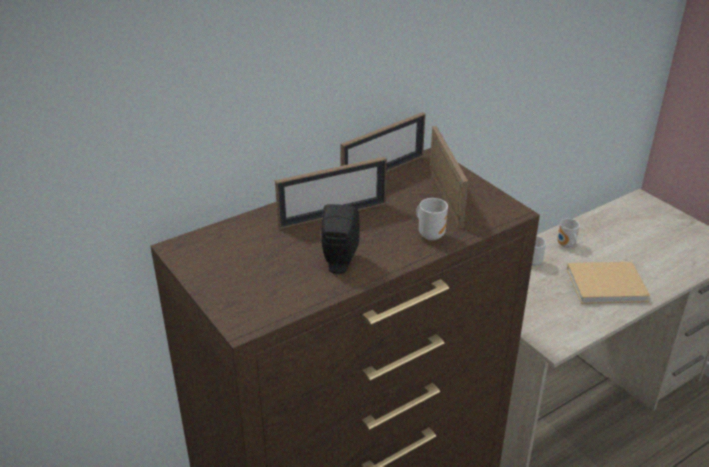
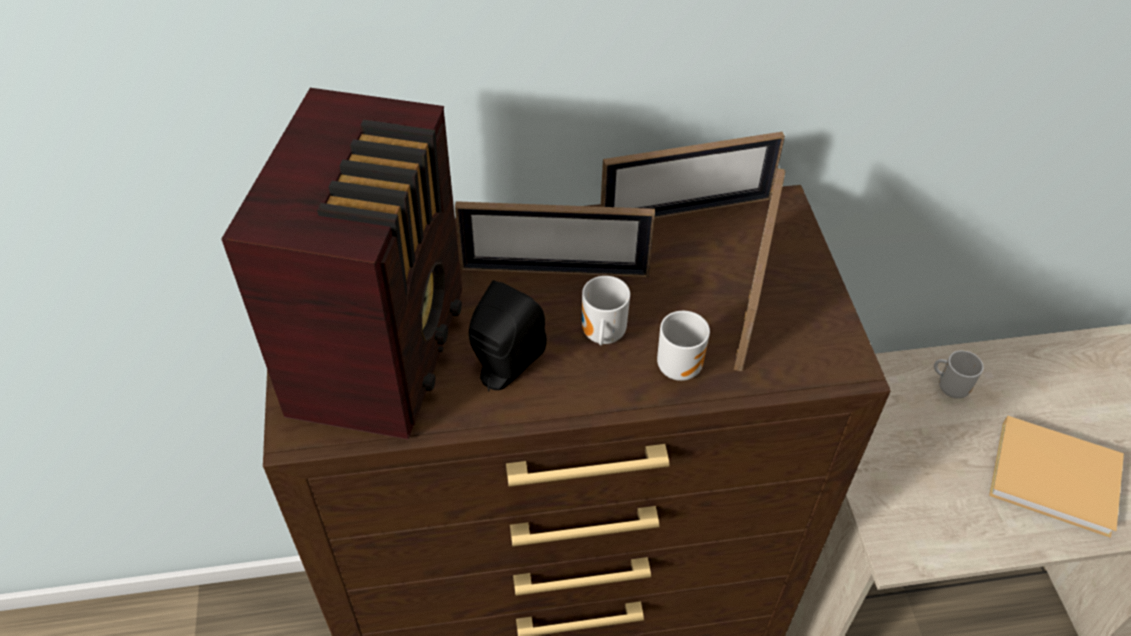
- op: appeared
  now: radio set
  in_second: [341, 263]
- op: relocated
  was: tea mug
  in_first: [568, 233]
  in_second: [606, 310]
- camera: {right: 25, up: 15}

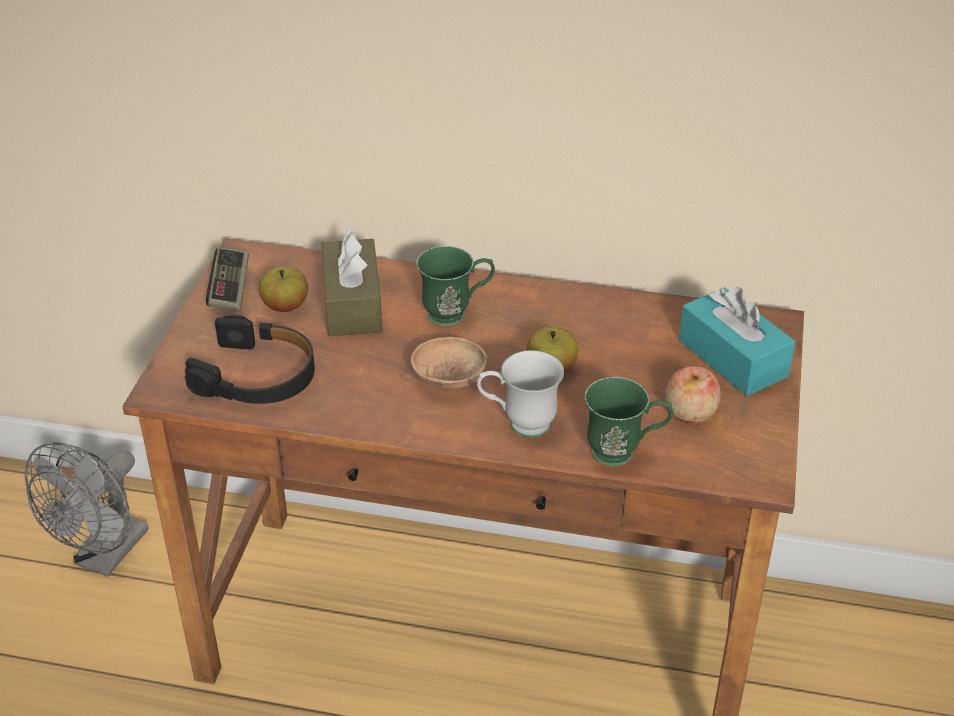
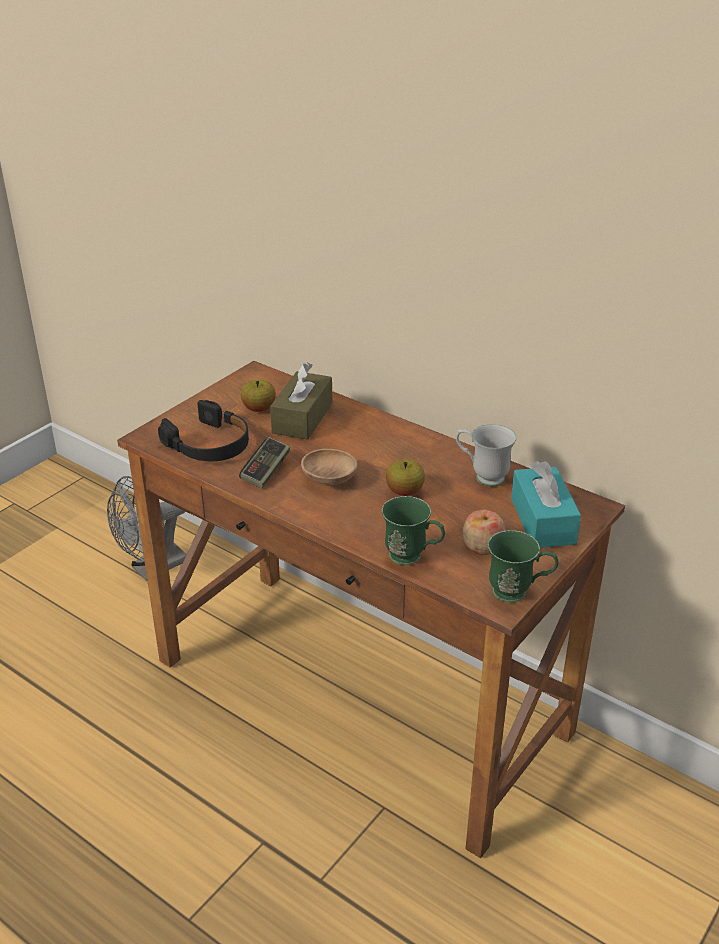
- op: relocated
  was: joypad
  in_first: [227, 279]
  in_second: [264, 463]
- op: relocated
  was: whitish tea mug
  in_first: [520, 394]
  in_second: [486, 455]
- op: relocated
  was: green-coloured tea mug
  in_first: [456, 286]
  in_second: [523, 566]
- camera: {right: 25, up: -5}

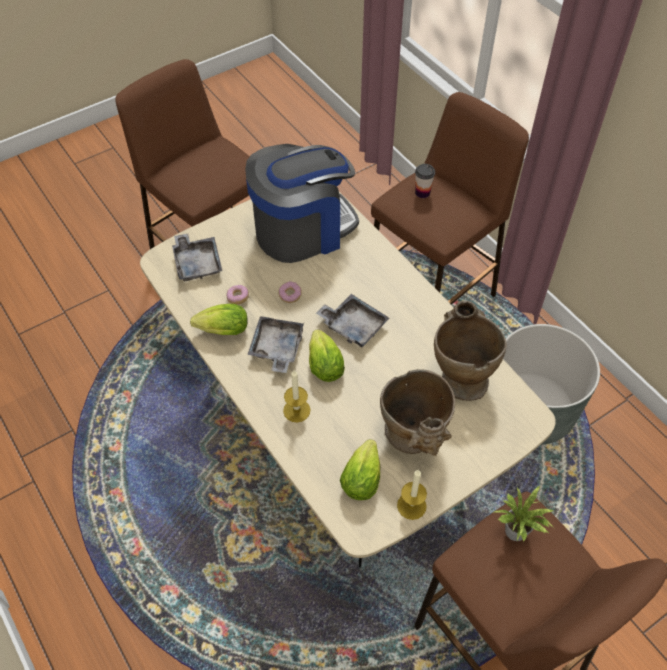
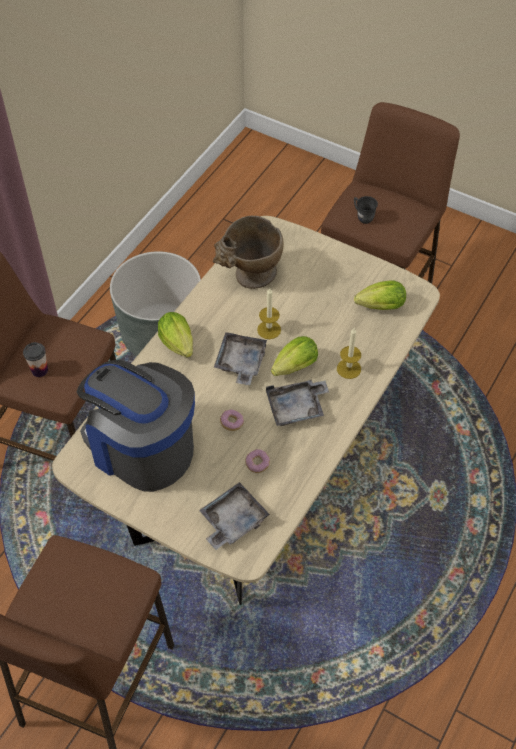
- op: relocated
  was: lettuce head
  in_first: [219, 319]
  in_second: [175, 335]
- op: relocated
  was: wax candle
  in_first: [412, 495]
  in_second: [269, 313]
- op: exchanged
  was: potted plant
  now: gray tea mug
  in_first: [523, 514]
  in_second: [366, 210]
- op: missing
  was: beige-coloured vase
  in_first: [417, 412]
- camera: {right: -115, up: 0}

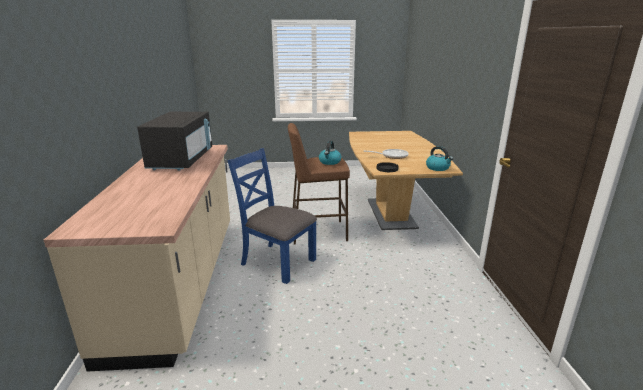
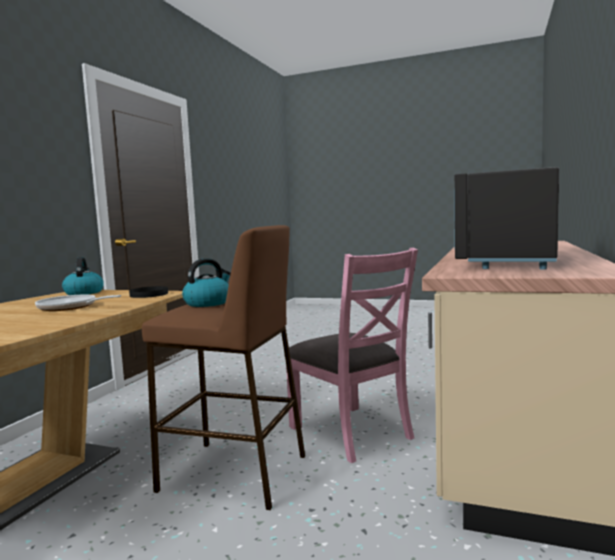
- op: colour
  was: blue-coloured upright chair
  now: pink-coloured upright chair
  in_first: [272, 216]
  in_second: [351, 355]
- camera: {right: -155, up: -15}

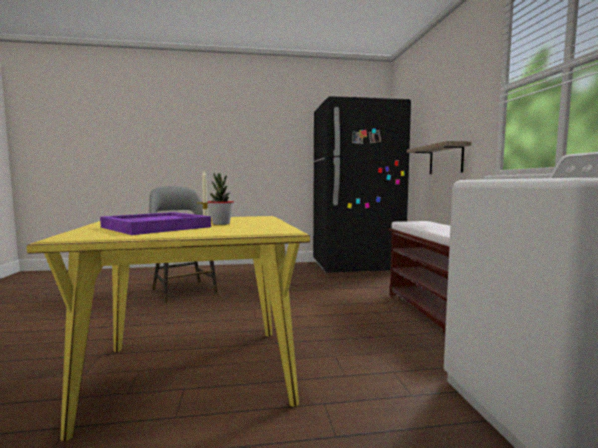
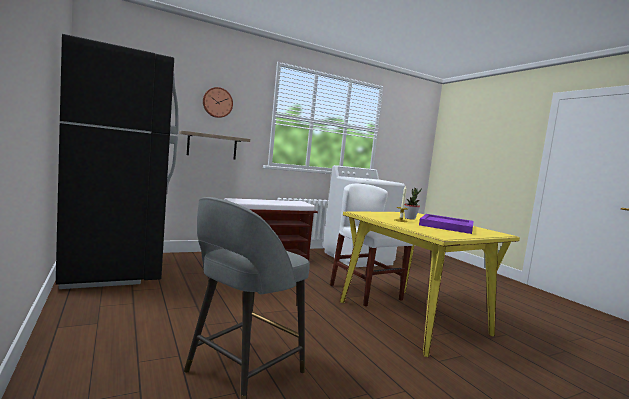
- op: appeared
  now: hanging clock
  in_second: [218, 102]
- op: appeared
  now: whitish upright chair
  in_second: [371, 245]
- camera: {right: -110, up: 0}

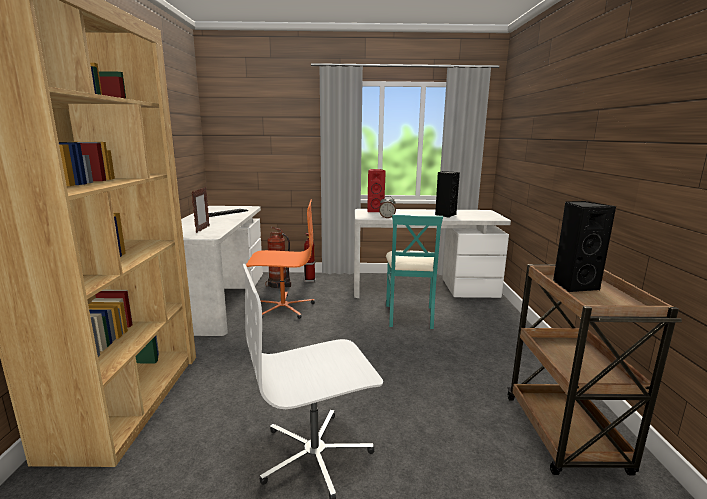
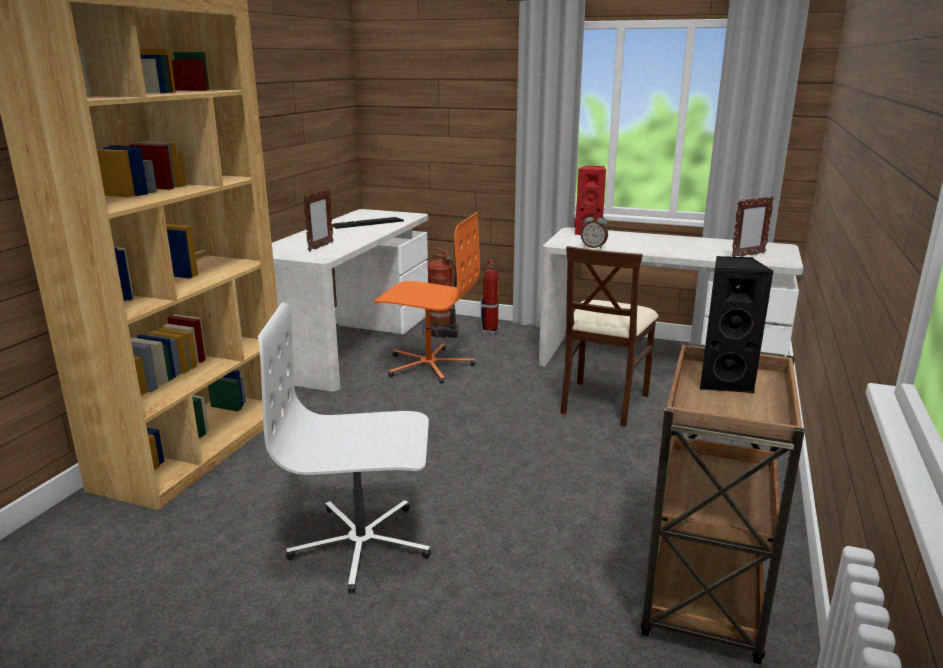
- op: colour
  was: turquoise upright chair
  now: beige-coloured upright chair
  in_first: [414, 272]
  in_second: [609, 336]
- op: appeared
  now: standing frame
  in_second: [752, 226]
- op: missing
  was: black audio speaker
  in_first: [447, 194]
- camera: {right: 20, up: 5}

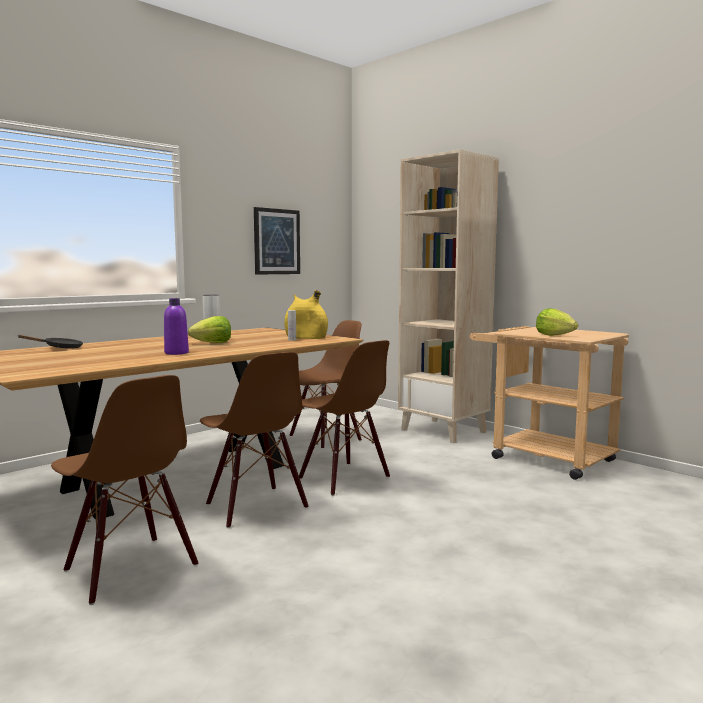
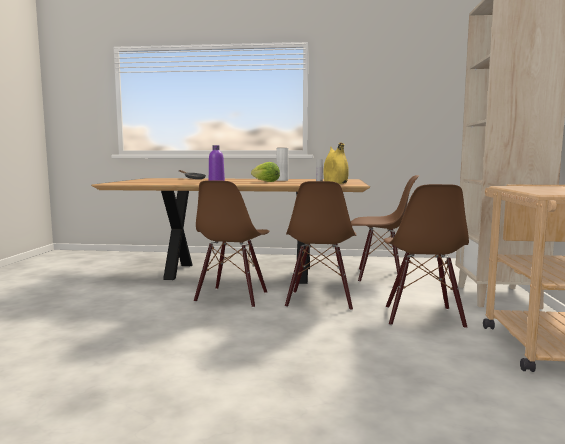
- op: relocated
  was: brownish upright chair
  in_first: [125, 490]
  in_second: [426, 256]
- op: missing
  was: wall art
  in_first: [277, 241]
- op: missing
  was: lettuce head
  in_first: [557, 322]
- camera: {right: 50, up: 0}

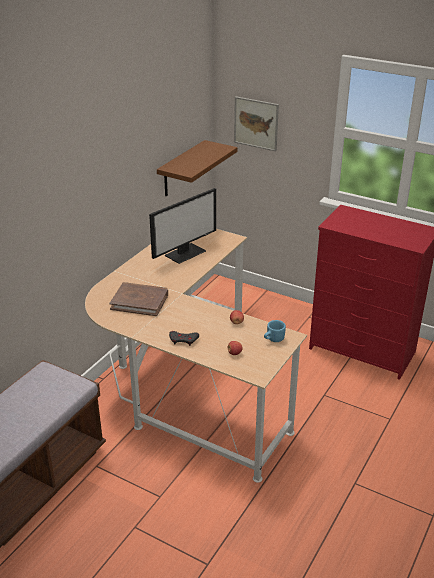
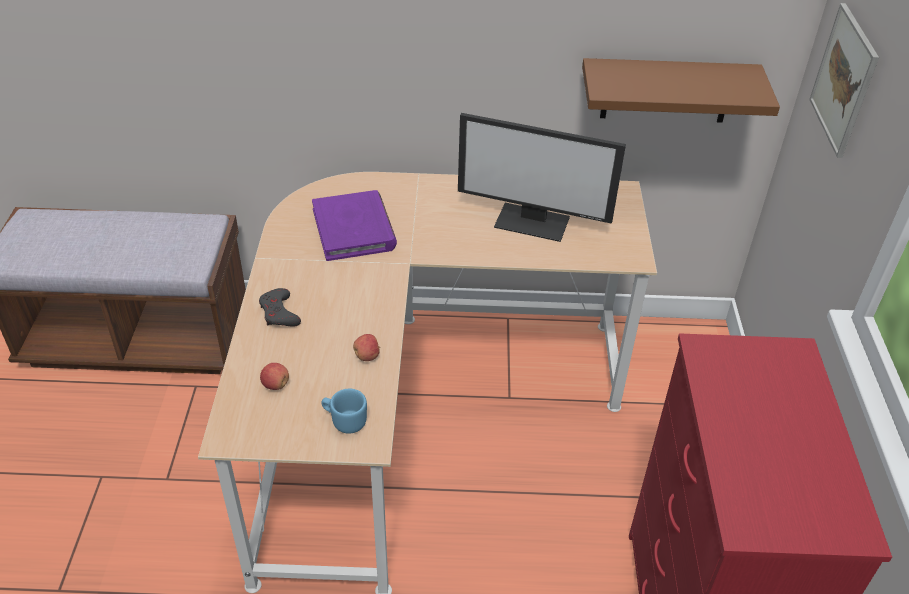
- op: colour
  was: brownish bound book
  now: purple-coloured bound book
  in_first: [139, 299]
  in_second: [354, 225]
- camera: {right: 60, up: 10}

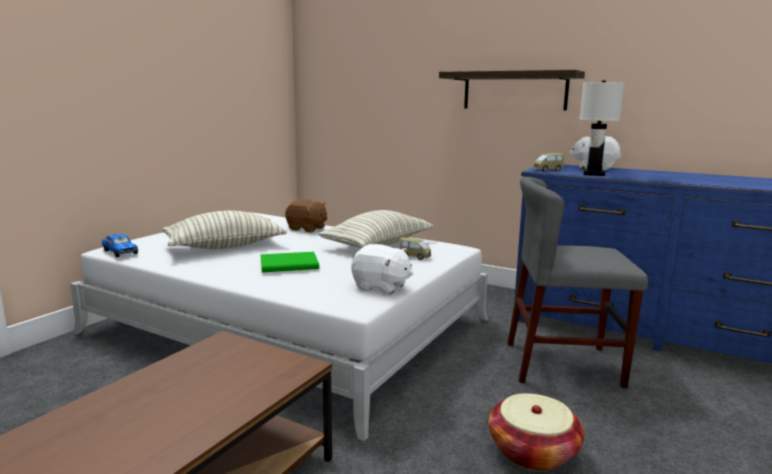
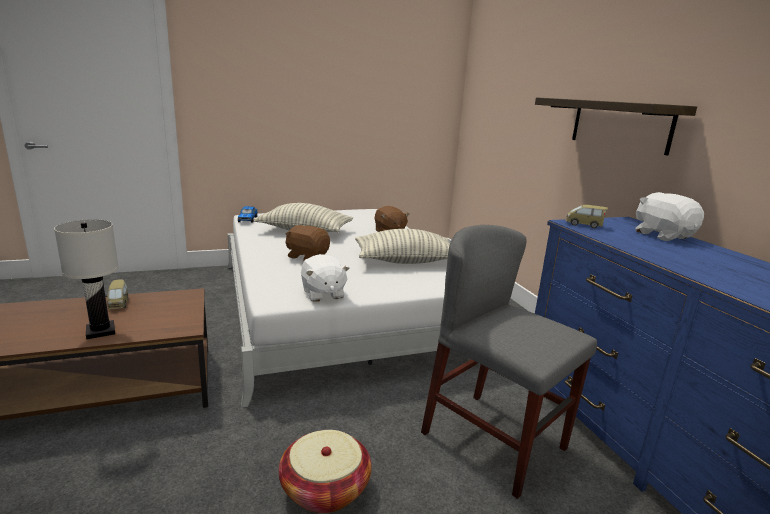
- op: relocated
  was: whitish table lamp
  in_first: [602, 128]
  in_second: [86, 279]
- op: relocated
  was: model car
  in_first: [415, 248]
  in_second: [116, 294]
- op: exchanged
  was: green-coloured bound book
  now: brownish cuddly toy
  in_first: [289, 262]
  in_second: [307, 242]
- camera: {right: 40, up: 5}

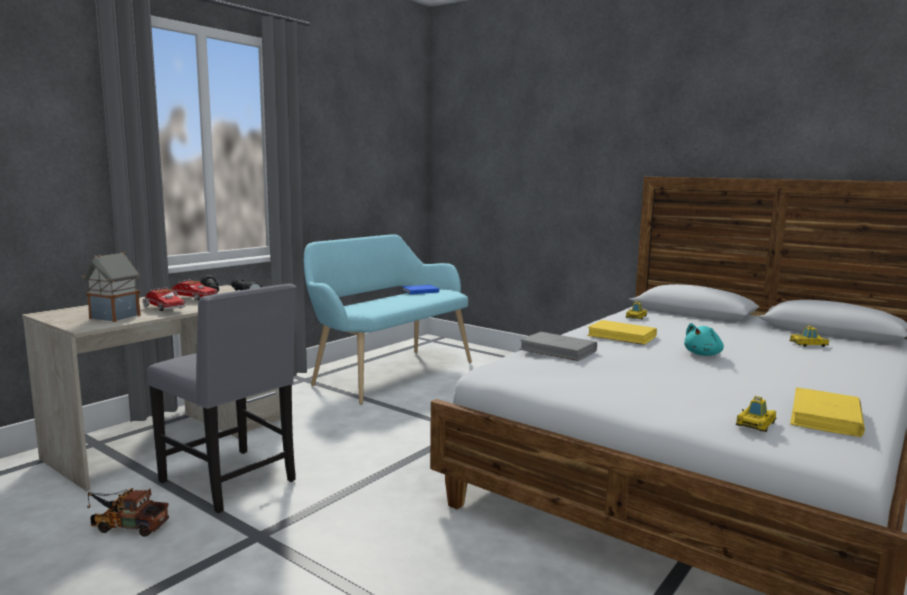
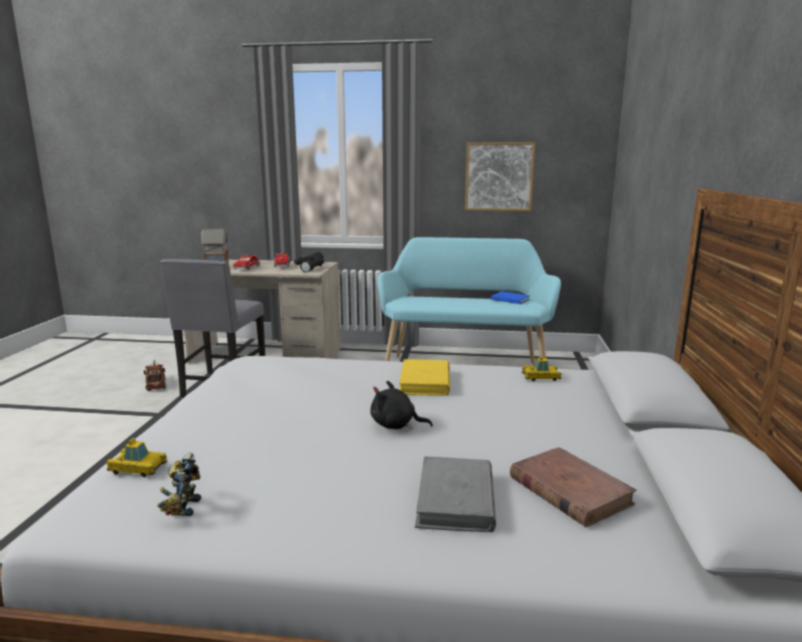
- op: exchanged
  was: yellowish bound book
  now: robot figure
  in_first: [827, 412]
  in_second: [179, 484]
- op: colour
  was: turquoise cuddly toy
  now: black cuddly toy
  in_first: [704, 339]
  in_second: [401, 405]
- op: relocated
  was: gray bound book
  in_first: [558, 346]
  in_second: [455, 494]
- op: appeared
  now: wall art
  in_second: [500, 176]
- op: exchanged
  was: model car
  now: brownish bound book
  in_first: [809, 336]
  in_second: [573, 487]
- camera: {right: 60, up: 5}

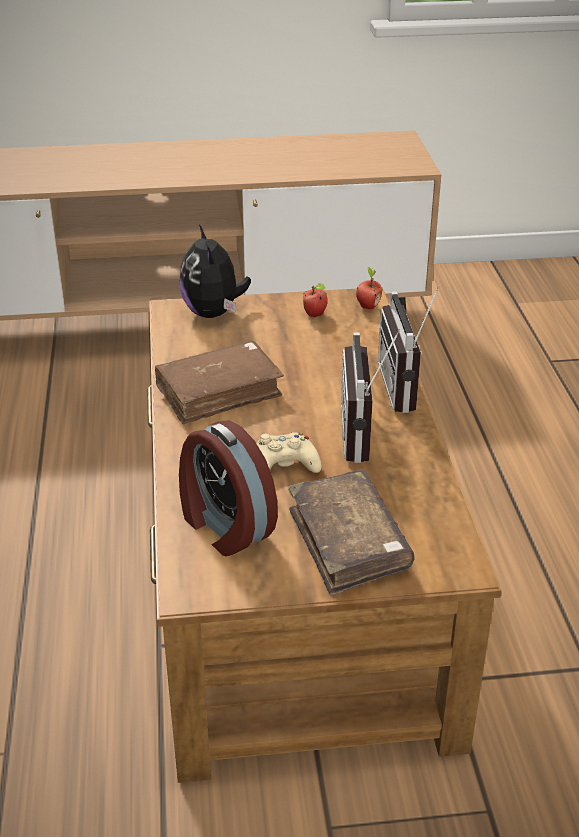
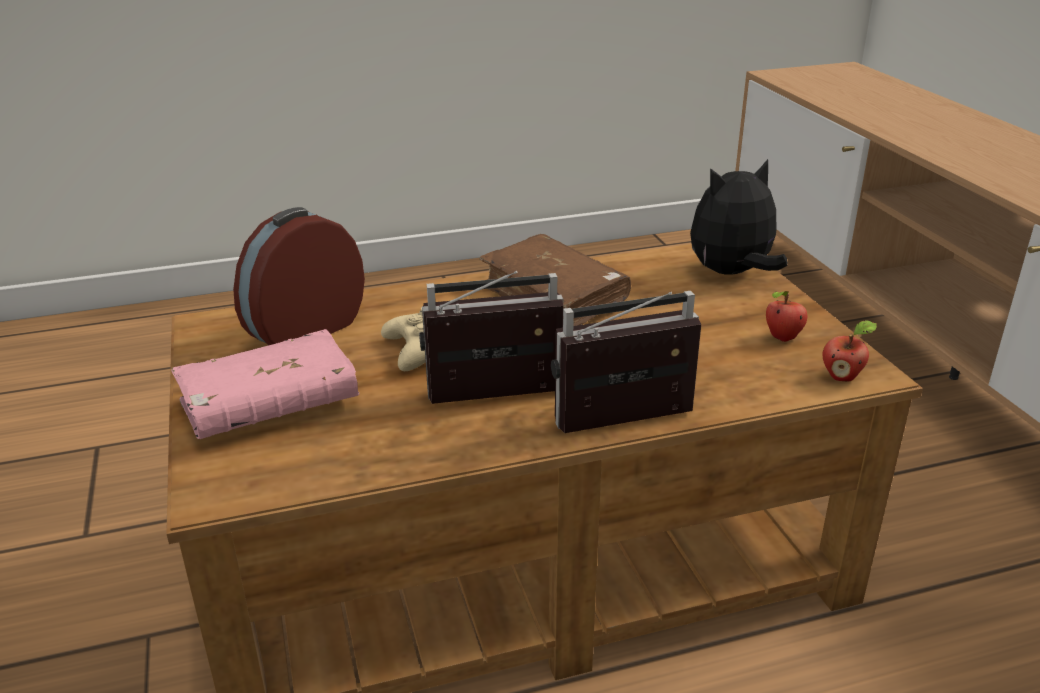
- op: colour
  was: brownish bound book
  now: pink-coloured bound book
  in_first: [351, 532]
  in_second: [265, 384]
- camera: {right: 80, up: -5}

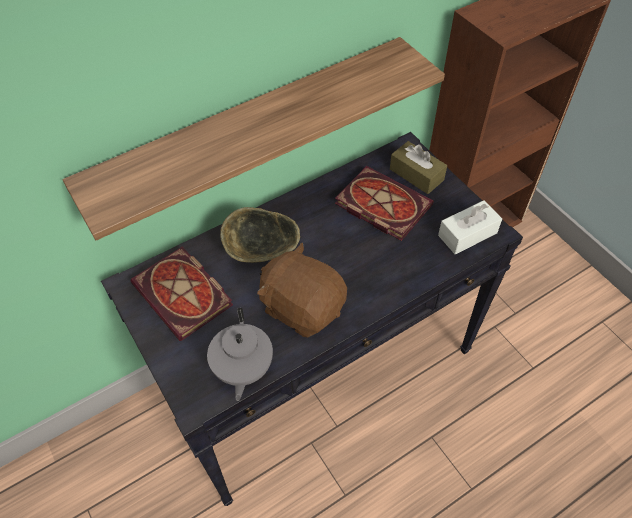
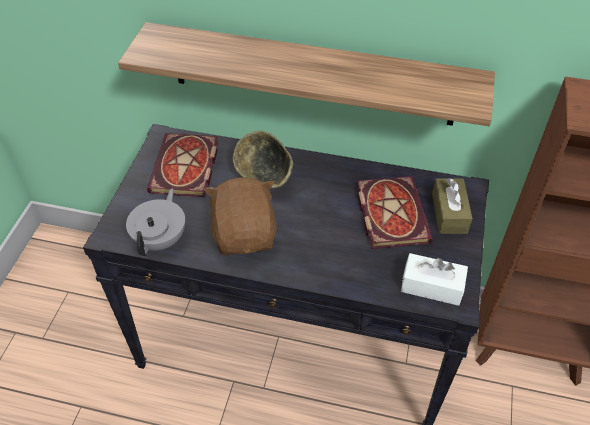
- op: spun
  was: gray pot for tea
  in_first: [240, 354]
  in_second: [155, 222]
  clockwise: 150
- camera: {right: 45, up: -5}

